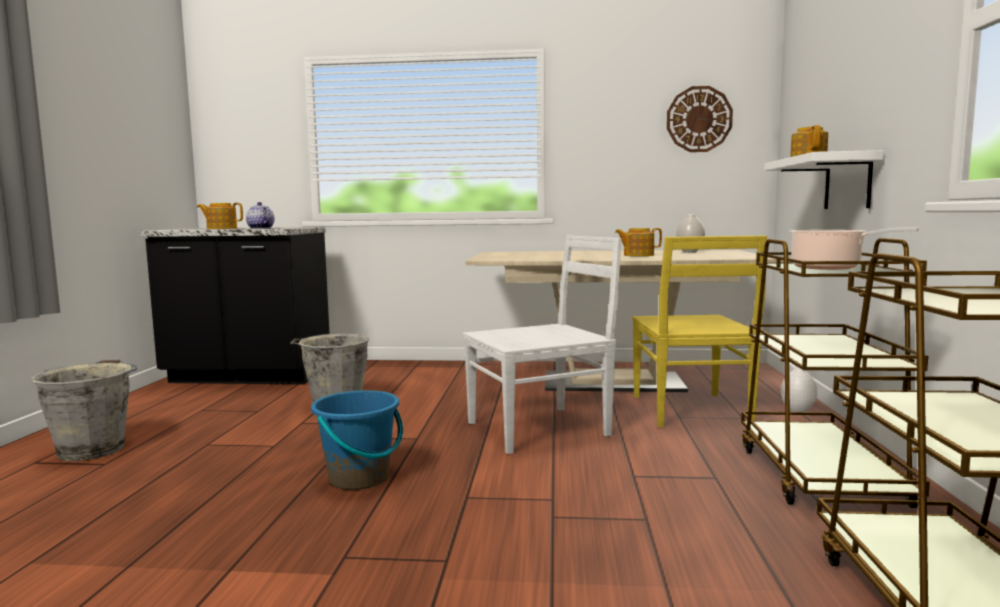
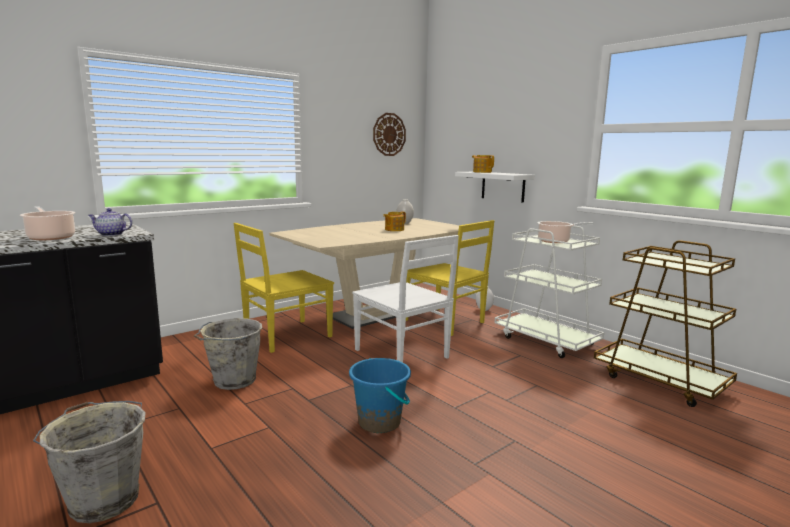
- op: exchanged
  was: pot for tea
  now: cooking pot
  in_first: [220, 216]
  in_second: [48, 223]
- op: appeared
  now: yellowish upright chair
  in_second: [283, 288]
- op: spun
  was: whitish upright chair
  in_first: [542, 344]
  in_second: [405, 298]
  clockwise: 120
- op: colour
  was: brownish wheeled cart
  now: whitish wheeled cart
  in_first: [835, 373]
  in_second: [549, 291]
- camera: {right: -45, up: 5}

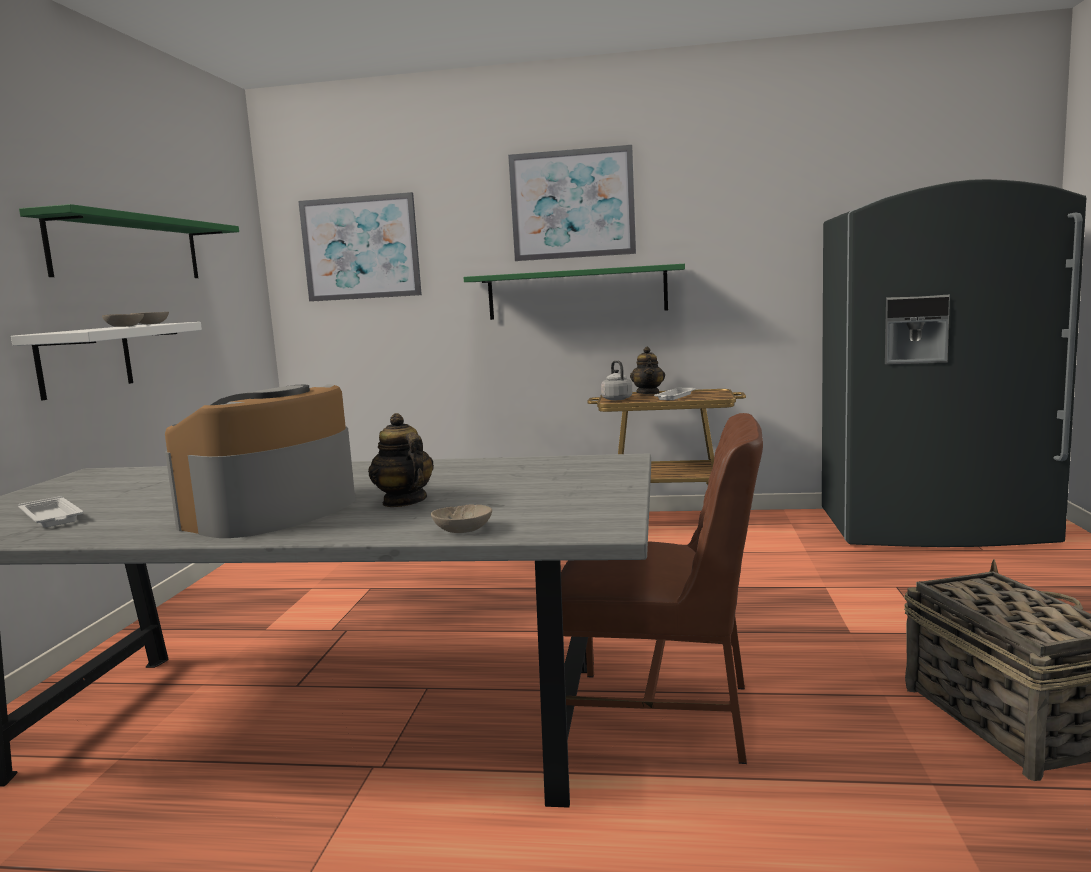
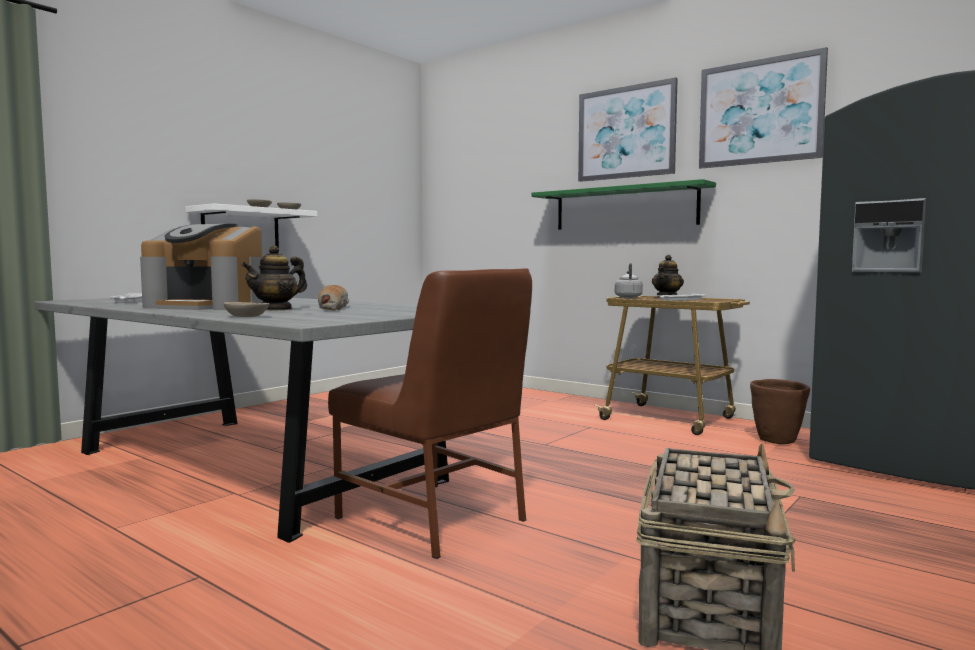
- op: spun
  was: coffee maker
  in_first: [260, 461]
  in_second: [201, 267]
  clockwise: -135
- op: spun
  was: pot for tea
  in_first: [401, 460]
  in_second: [274, 278]
  clockwise: -135
- op: appeared
  now: bread
  in_second: [333, 298]
- op: relocated
  was: wall art
  in_first: [360, 247]
  in_second: [763, 108]
- op: appeared
  now: brownish flower pot
  in_second: [780, 411]
- op: missing
  was: green-coloured bracket shelf
  in_first: [129, 241]
- camera: {right: 30, up: -5}

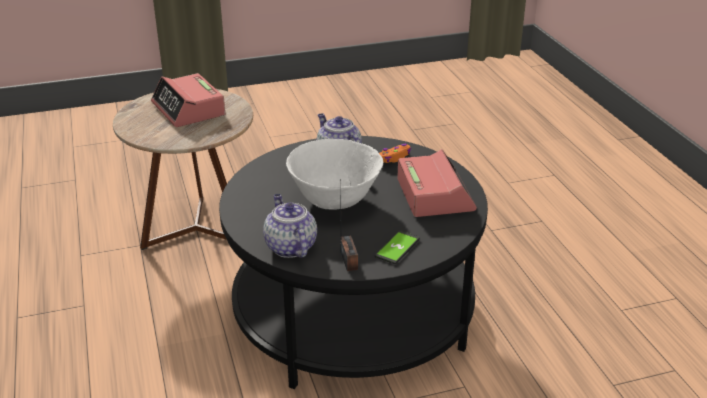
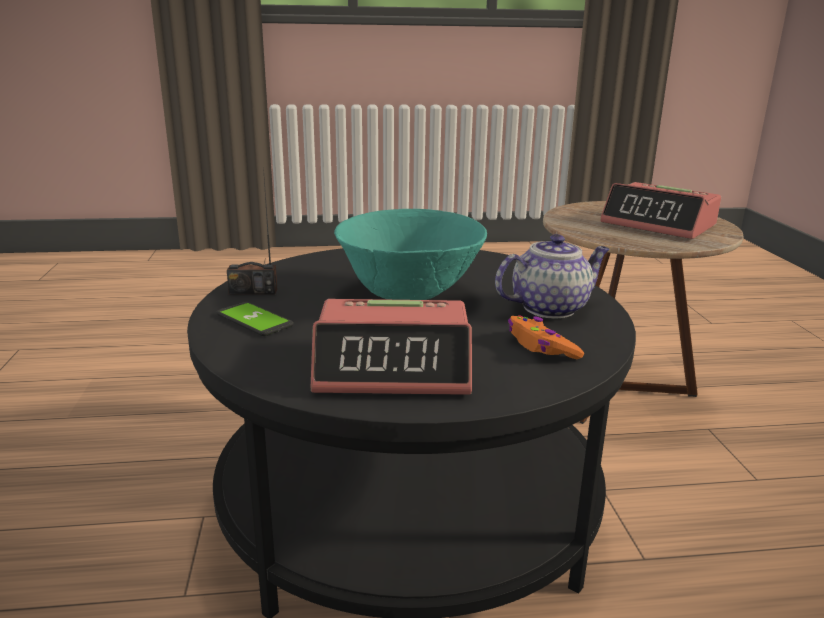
- op: colour
  was: whitish bowl
  now: turquoise bowl
  in_first: [334, 174]
  in_second: [410, 254]
- op: spun
  was: table clock
  in_first: [188, 100]
  in_second: [660, 210]
  clockwise: -120
- op: missing
  was: pot for tea
  in_first: [290, 226]
- camera: {right: 100, up: -10}

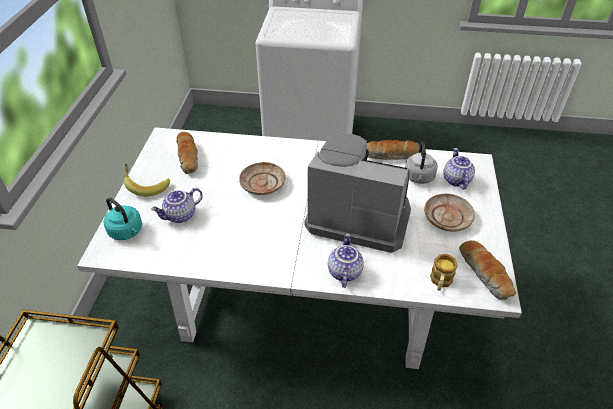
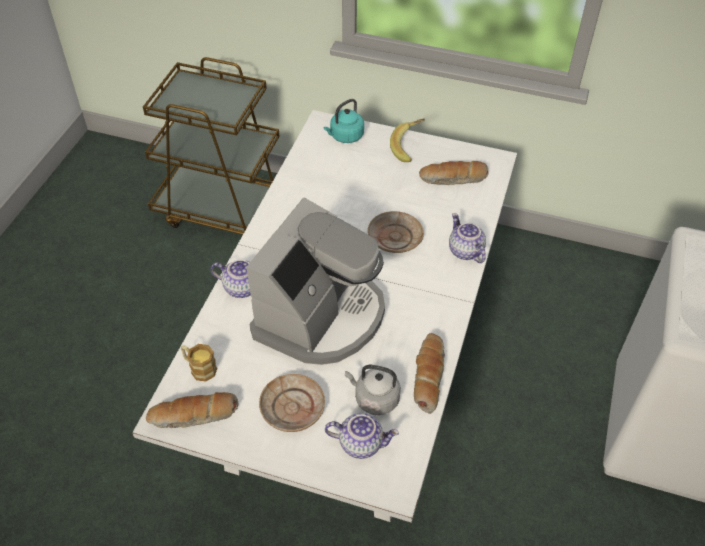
- op: relocated
  was: pot for tea
  in_first: [177, 205]
  in_second: [467, 238]
- camera: {right: 100, up: 5}

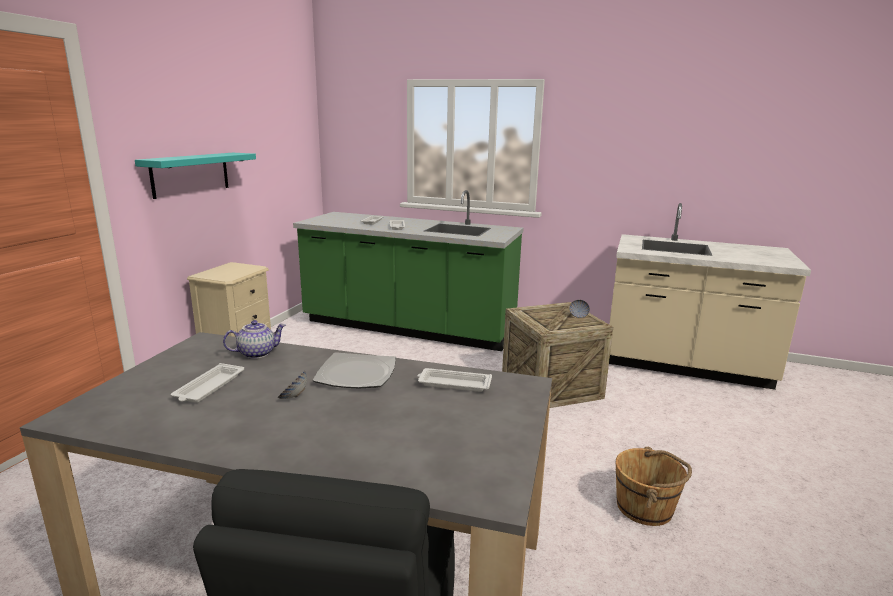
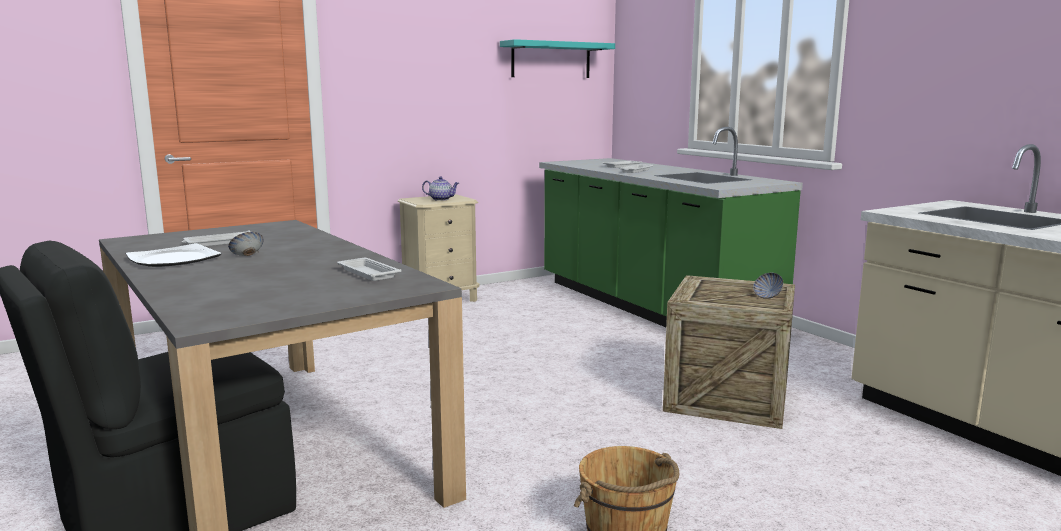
- op: relocated
  was: plate
  in_first: [354, 370]
  in_second: [174, 255]
- op: relocated
  was: pot for tea
  in_first: [254, 339]
  in_second: [440, 188]
- op: relocated
  was: turquoise bracket shelf
  in_first: [195, 176]
  in_second: [557, 58]
- camera: {right: 40, up: -5}

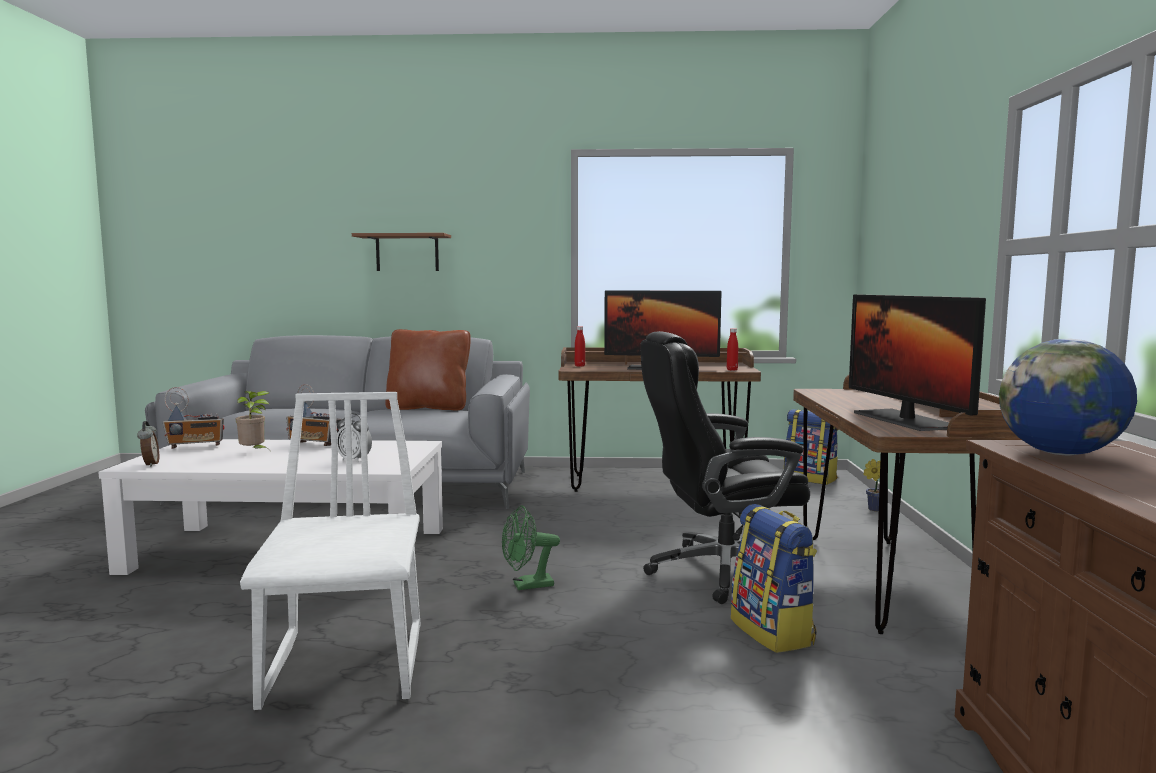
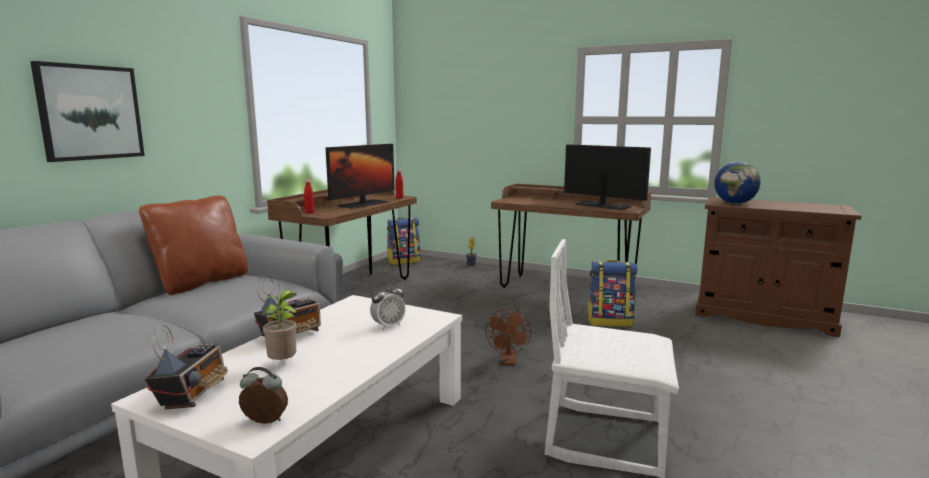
- op: exchanged
  was: brownish bracket shelf
  now: wall art
  in_first: [401, 252]
  in_second: [87, 111]
- op: colour
  was: green-coloured fan
  now: brownish fan
  in_first: [531, 547]
  in_second: [508, 337]
- op: spun
  was: computer display
  in_first: [917, 363]
  in_second: [607, 177]
  clockwise: -150
- op: missing
  was: black office chair
  in_first: [725, 467]
- camera: {right: -65, up: 5}

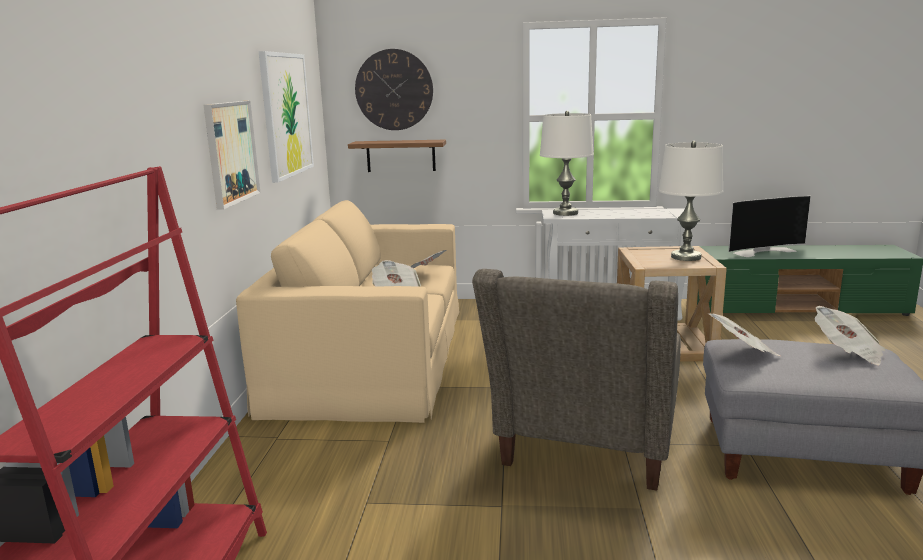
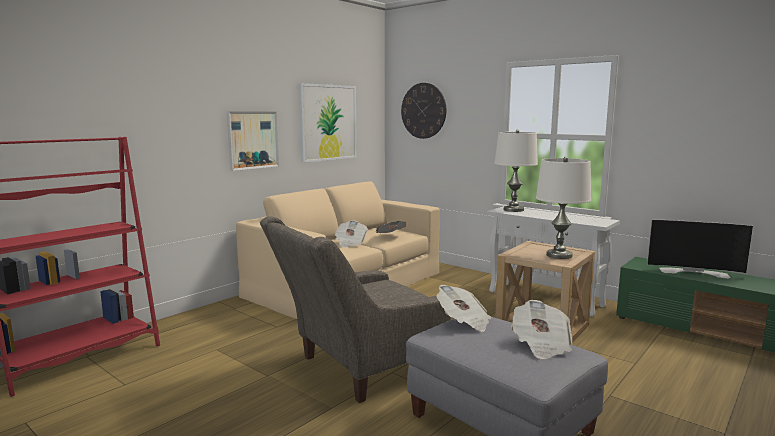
- op: missing
  was: bracket shelf
  in_first: [397, 156]
- camera: {right: 35, up: -5}

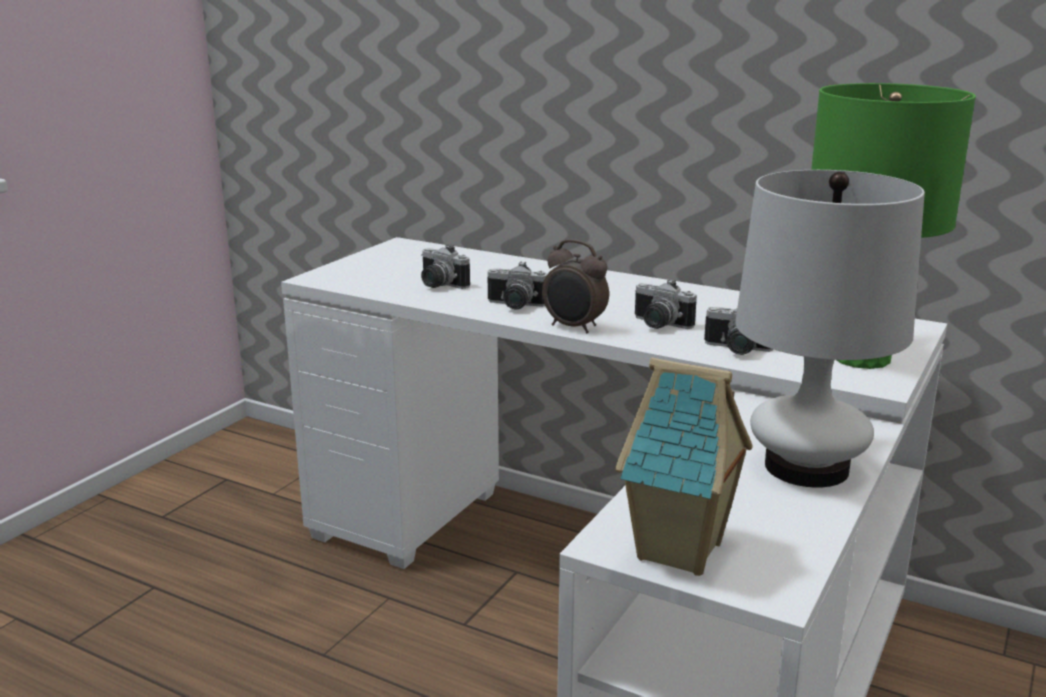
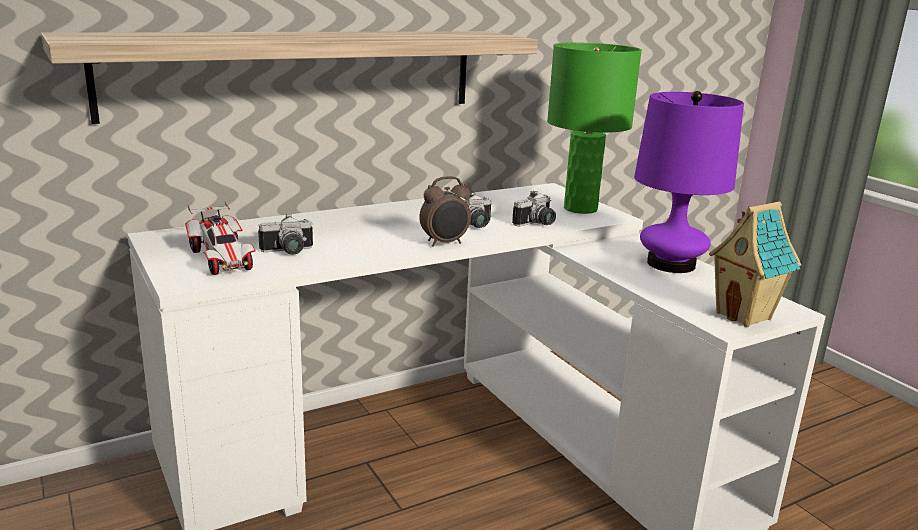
- op: appeared
  now: bracket shelf
  in_second: [289, 77]
- op: appeared
  now: model car
  in_second: [220, 237]
- op: colour
  was: whitish table lamp
  now: purple-coloured table lamp
  in_first: [830, 329]
  in_second: [689, 182]
- op: missing
  was: still camera
  in_first: [518, 285]
- camera: {right: -60, up: 0}

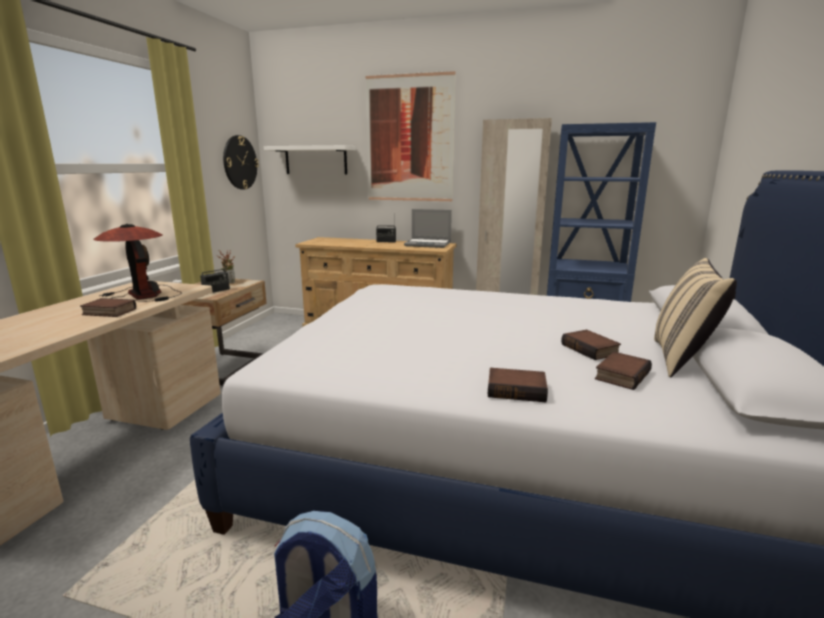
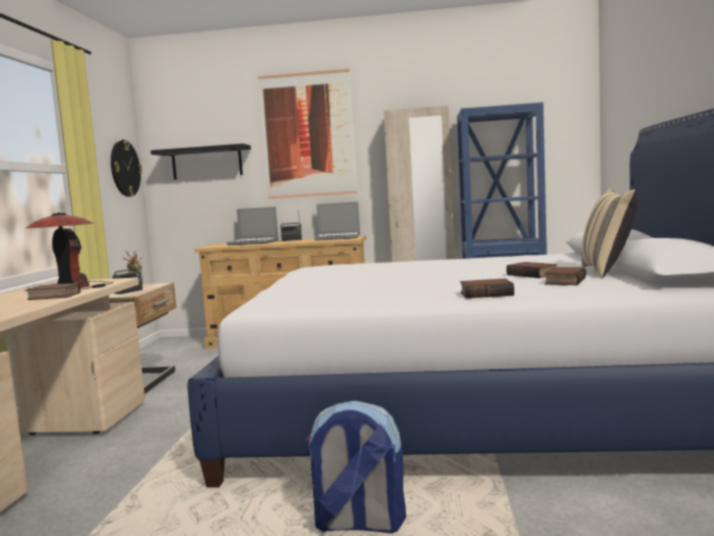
- op: colour
  was: whitish bracket shelf
  now: black bracket shelf
  in_first: [310, 159]
  in_second: [201, 162]
- op: appeared
  now: laptop
  in_second: [252, 226]
- camera: {right: -10, up: -10}

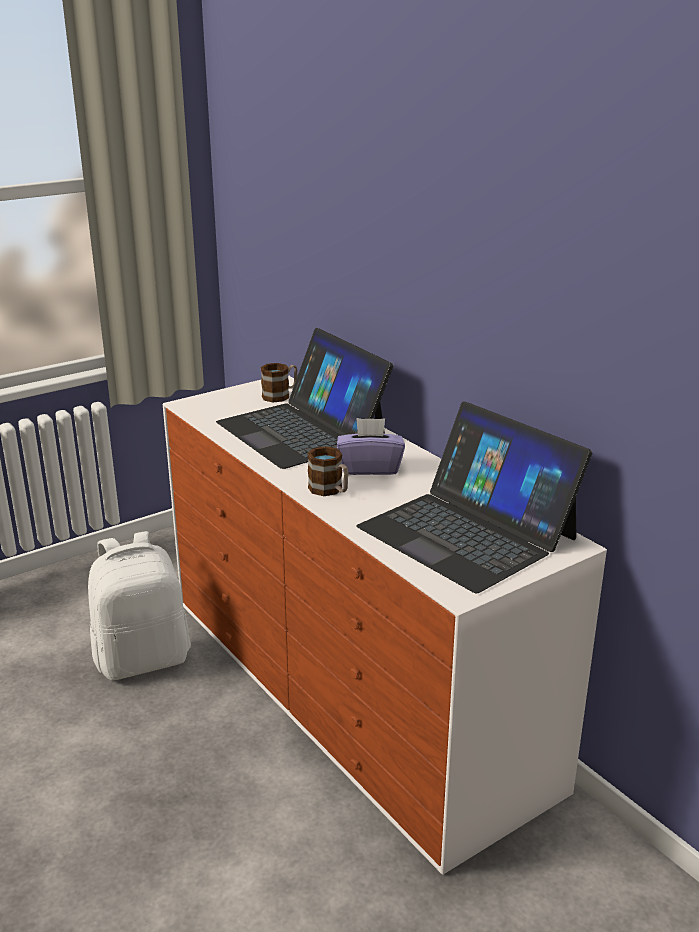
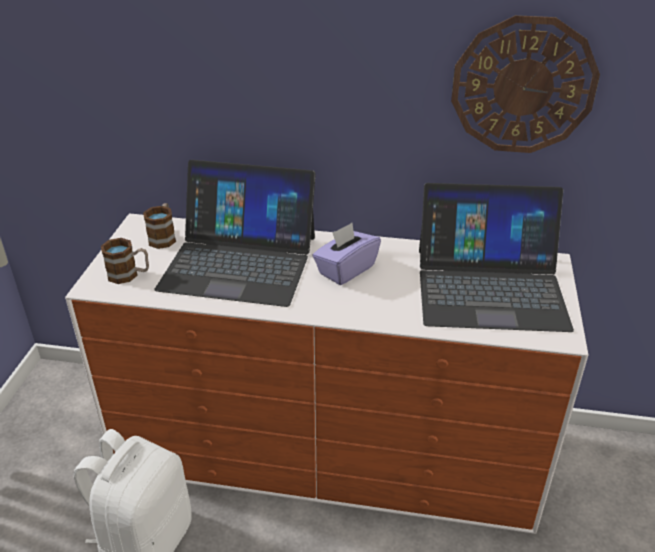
- op: relocated
  was: tea mug
  in_first: [327, 471]
  in_second: [125, 261]
- op: appeared
  now: hanging clock
  in_second: [525, 84]
- camera: {right: -45, up: 10}

